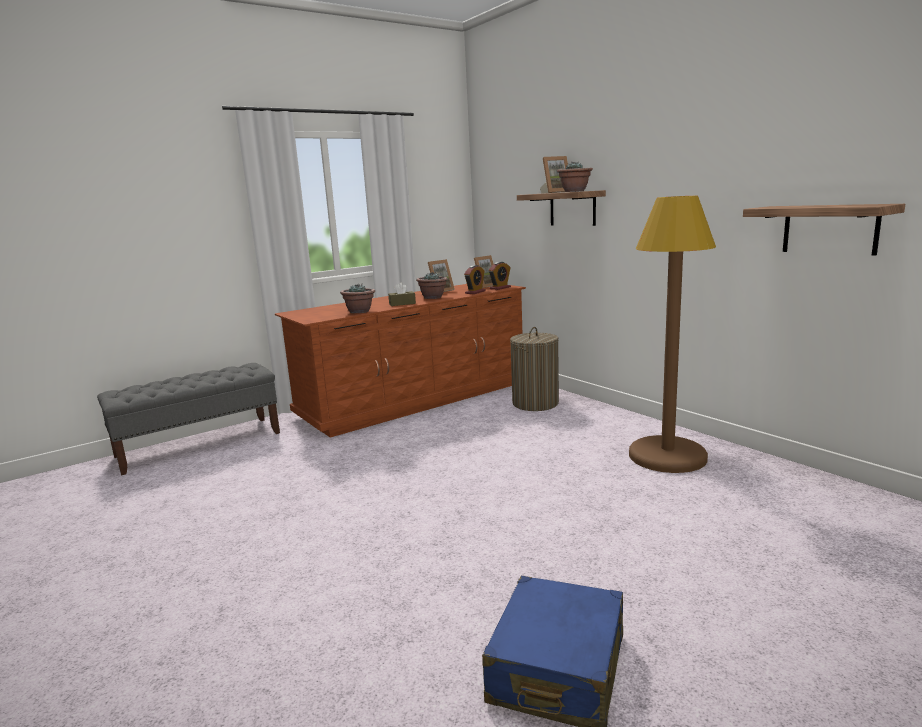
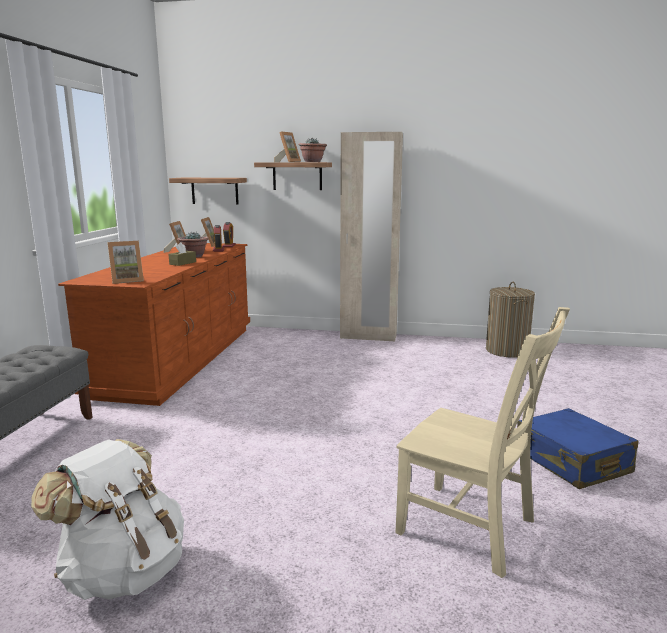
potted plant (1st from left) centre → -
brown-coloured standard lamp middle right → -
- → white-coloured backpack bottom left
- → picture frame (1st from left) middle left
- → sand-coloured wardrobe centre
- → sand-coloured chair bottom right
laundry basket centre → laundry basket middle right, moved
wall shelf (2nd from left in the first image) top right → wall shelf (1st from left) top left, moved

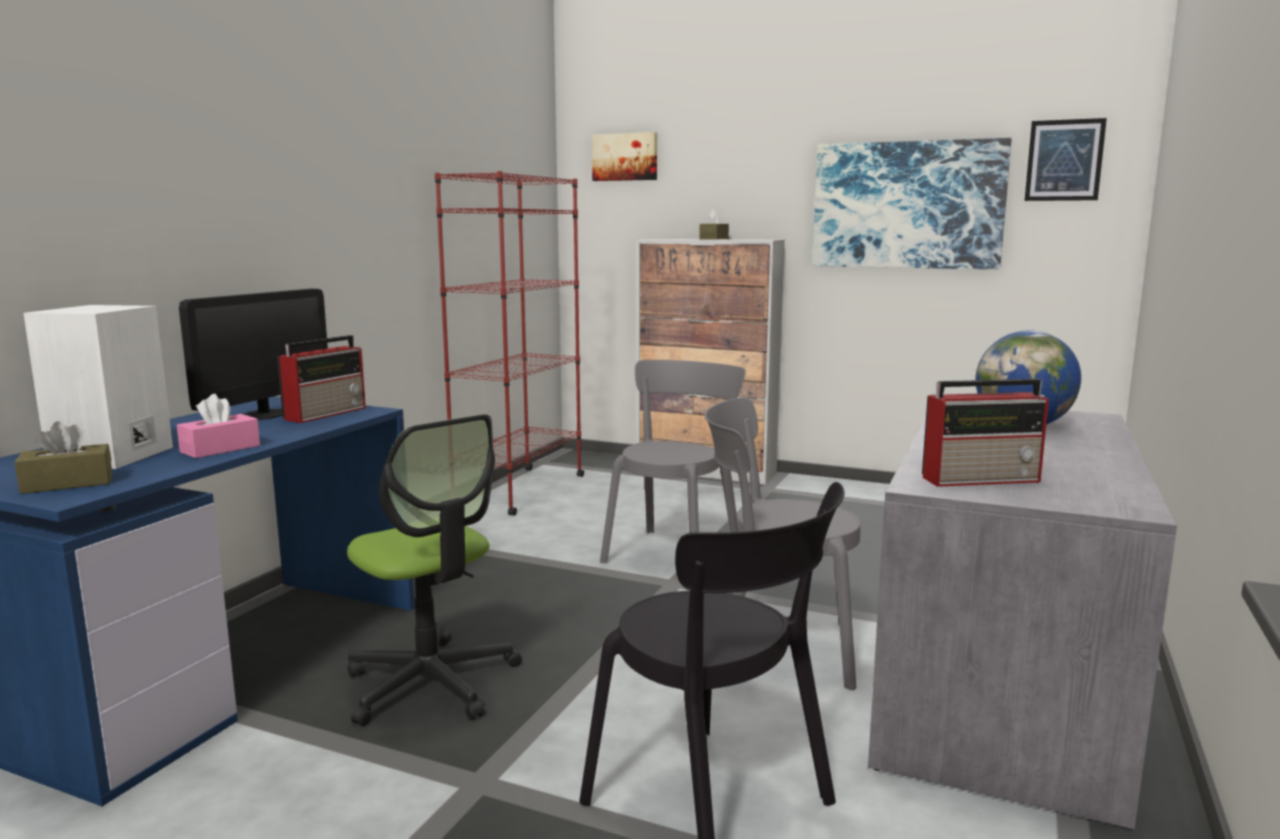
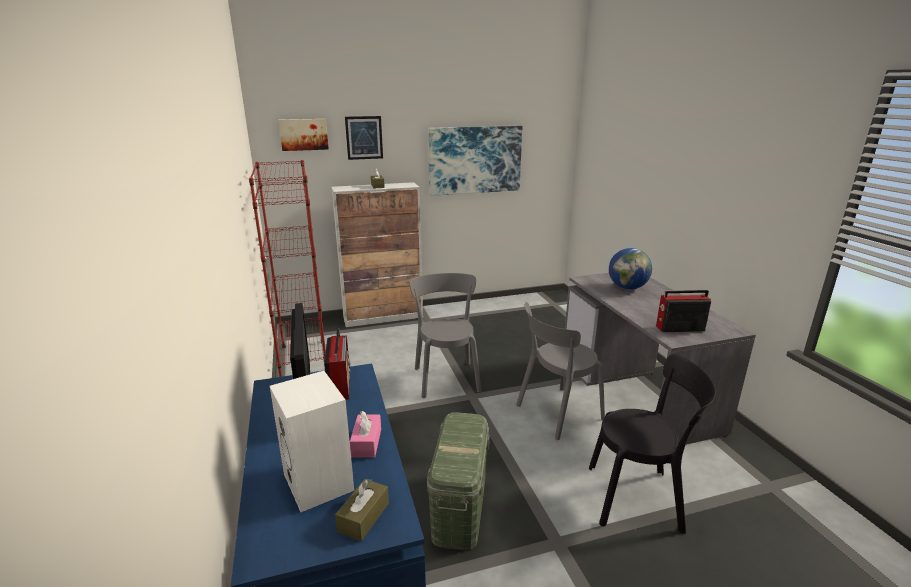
wall art (3rd from left in the first image) top right → wall art (2nd from left) top centre, moved
computer chair bottom centre → green storage bin bottom centre
radio (2nd from left) middle right, 135 degrees counterclockwise

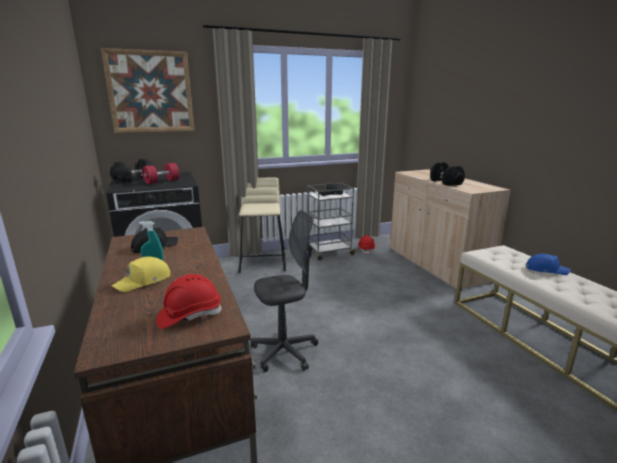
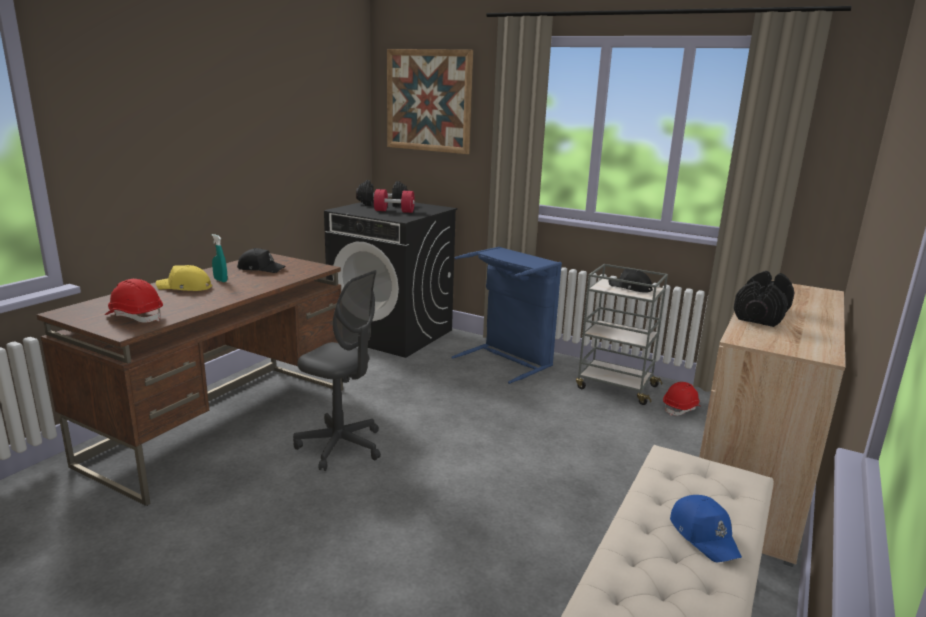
sand-coloured stool centre → blue-coloured laundry basket centre

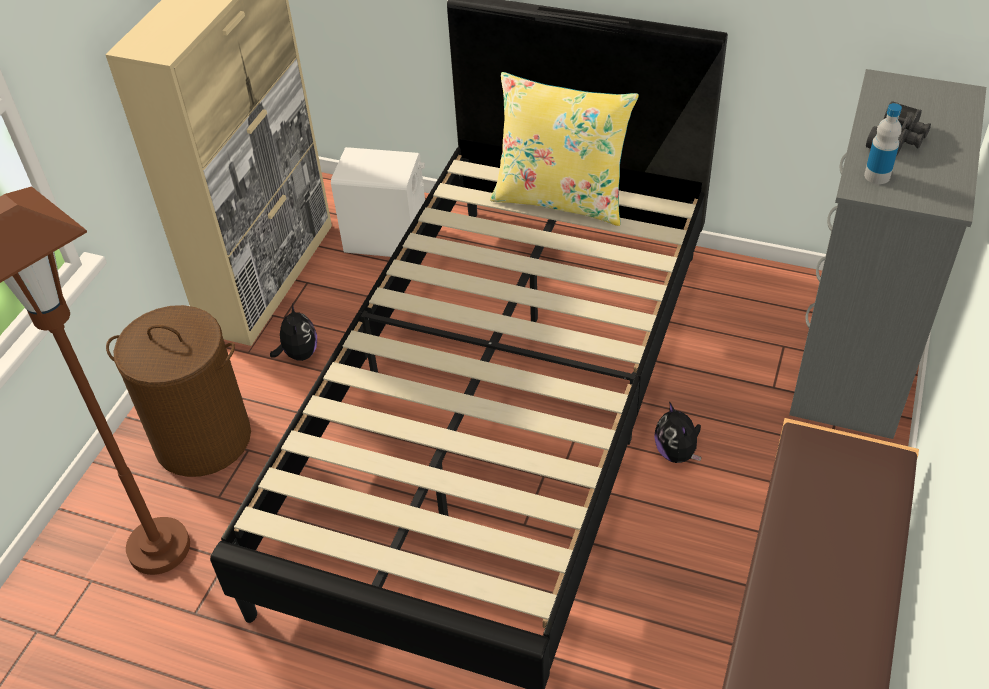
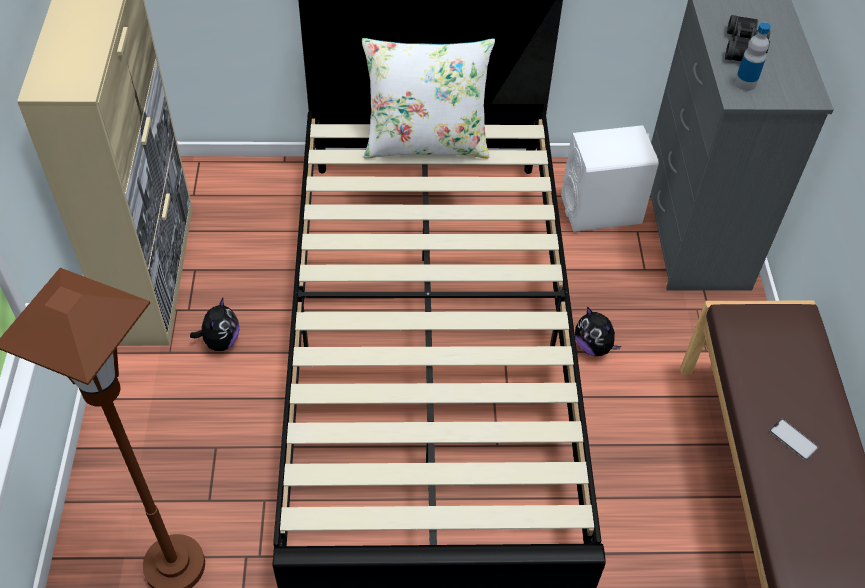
brown-coloured laundry basket middle left → -
- → phone bottom right
white-coloured audio speaker top centre → white-coloured audio speaker top right, moved
yellowish pillow top centre → white-coloured pillow top centre
cuddly toy (1st from left) middle left, 45 degrees clockwise

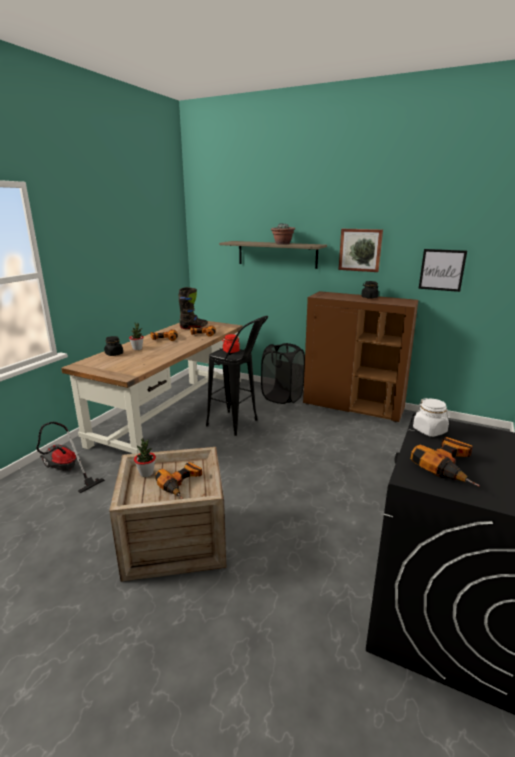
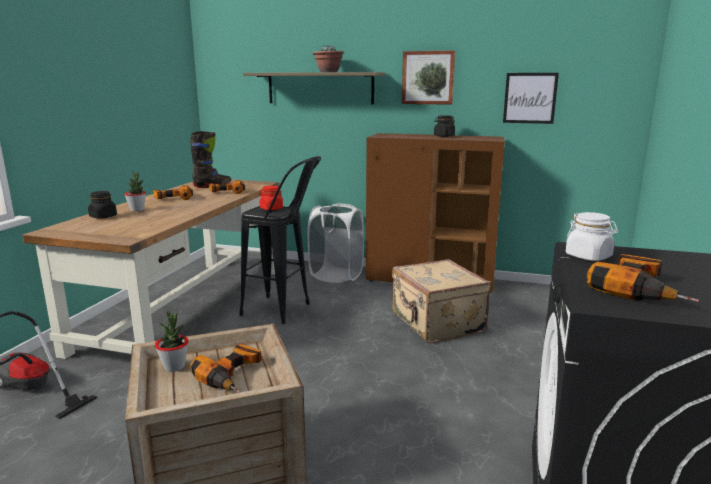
- → sand-coloured piece of luggage centre
black laundry basket centre → white-coloured laundry basket centre

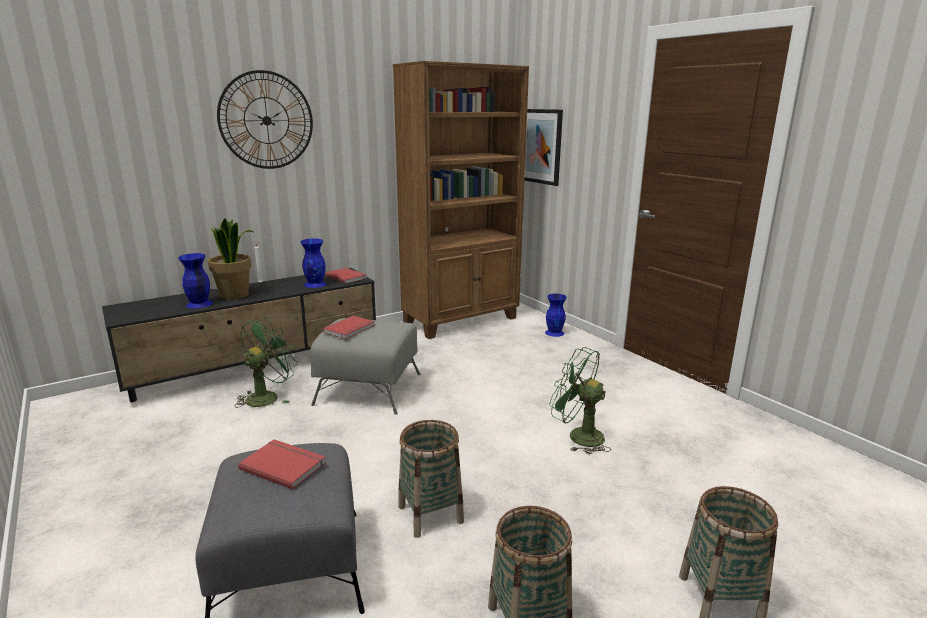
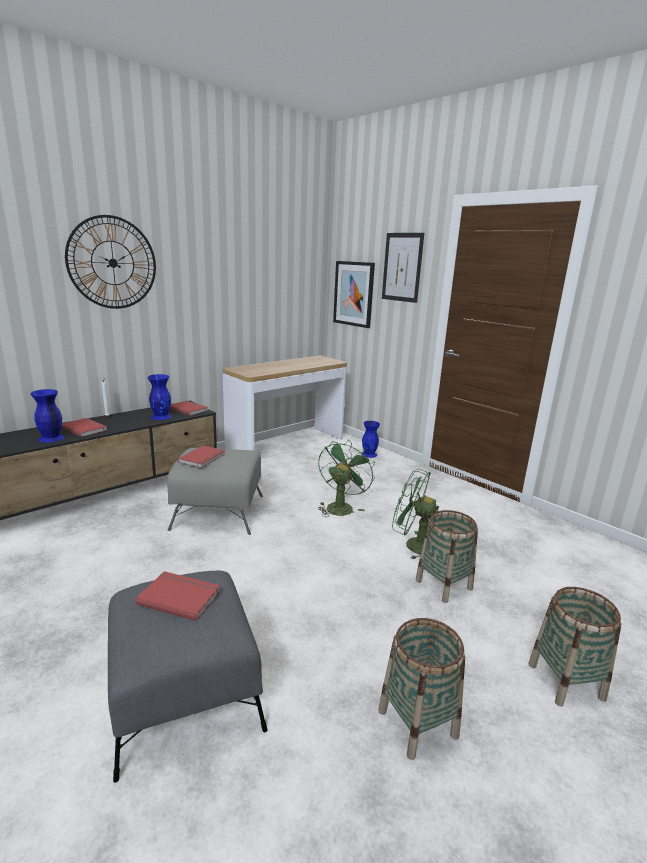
- → wall art (2nd from left) top centre
green cooling fan (1st from left) middle left → green cooling fan (1st from left) centre, moved
household basket (1st from left in the first image) bottom centre → household basket (2nd from left) middle right, moved
potted plant middle left → red-coloured book (1st from left) middle left
brown-coloured bookcase top centre → hall table centre

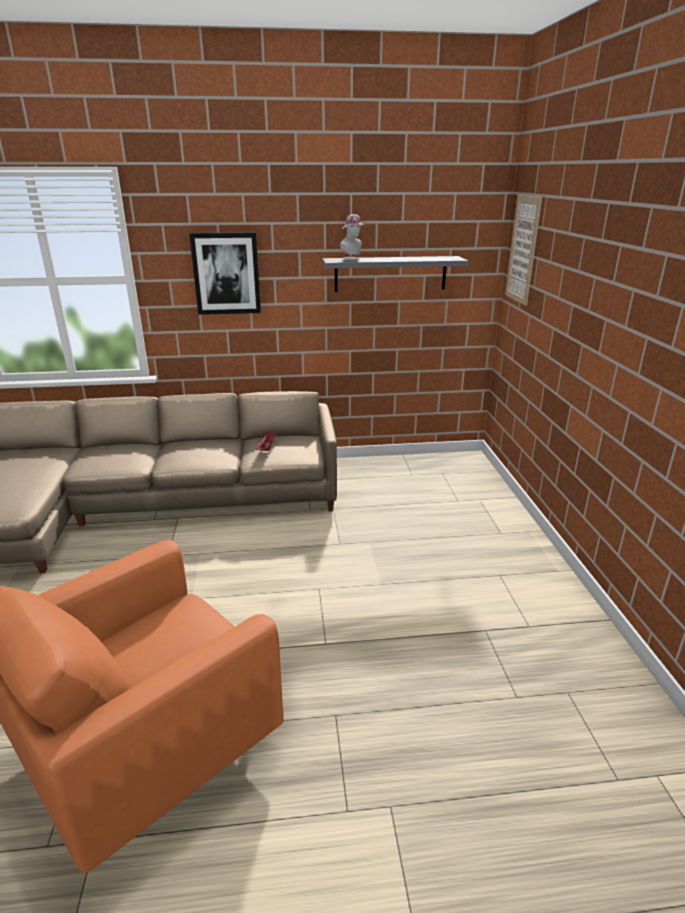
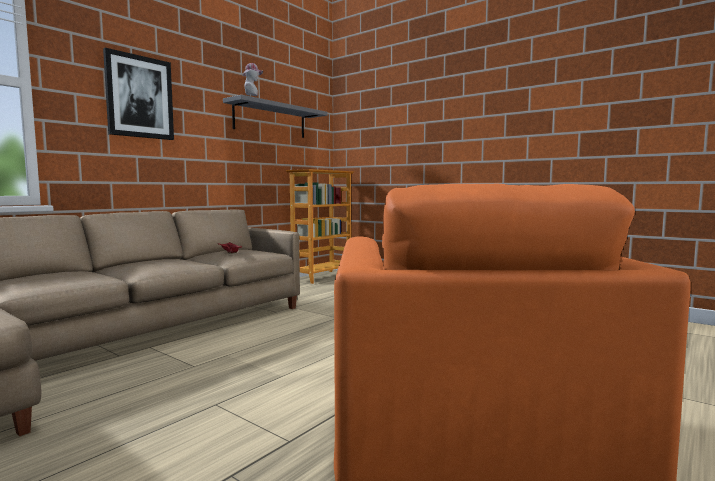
wall art (2nd from left) top right → -
- → bookcase centre

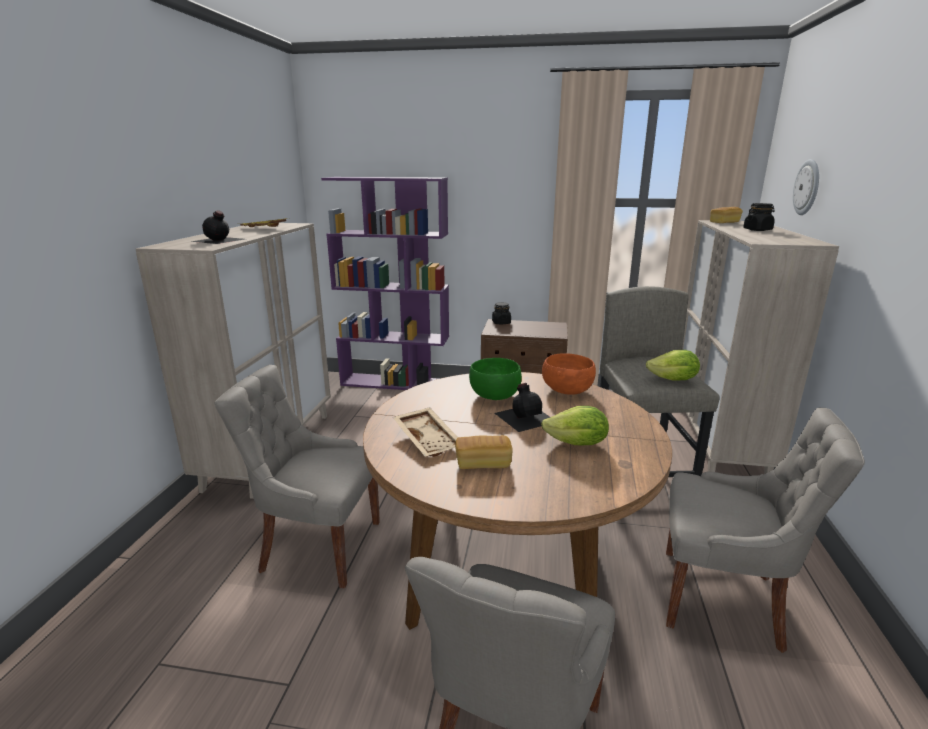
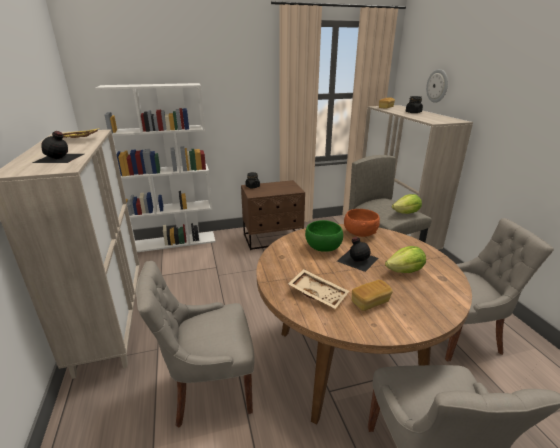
purple bookcase centre → white-coloured bookcase middle left

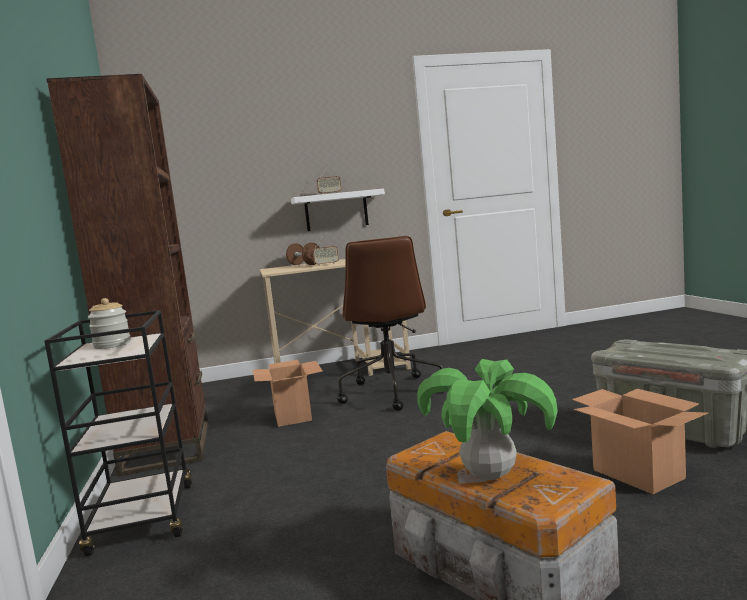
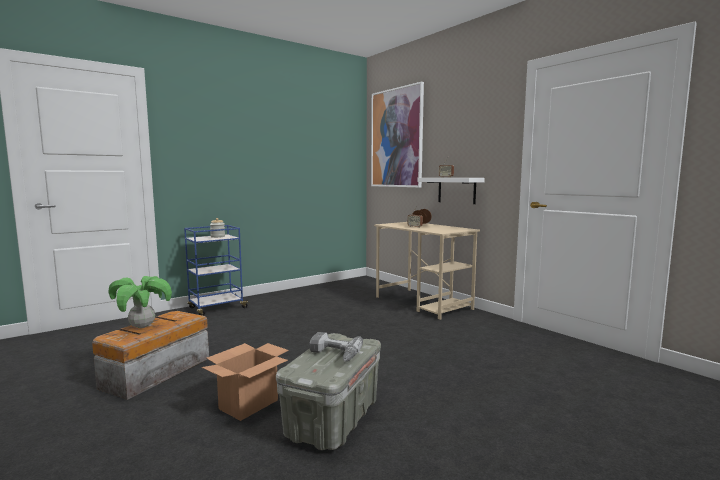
brown-coloured bookcase middle left → -
packing box (1st from left) centre → -
brown-coloured computer chair centre → -
- → electric drill bottom centre
- → wall art top centre
black trolley bottom left → blue-coloured trolley middle left

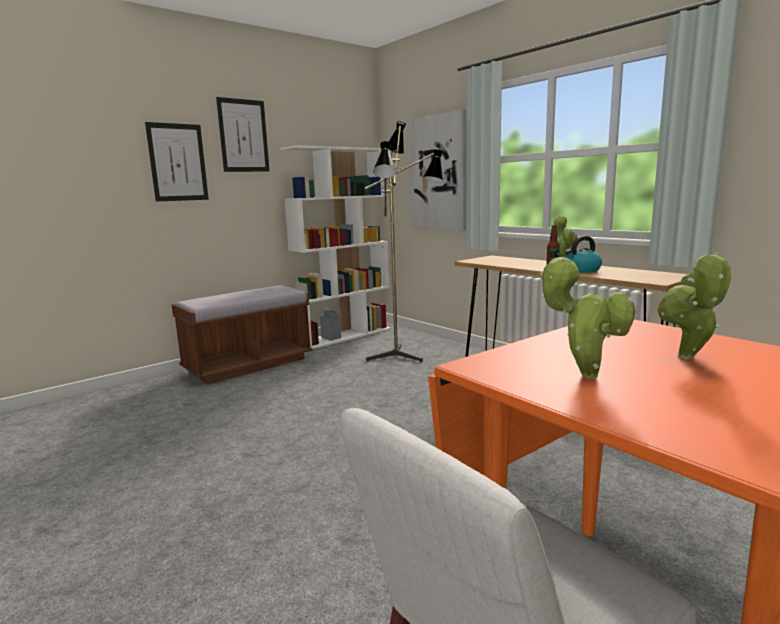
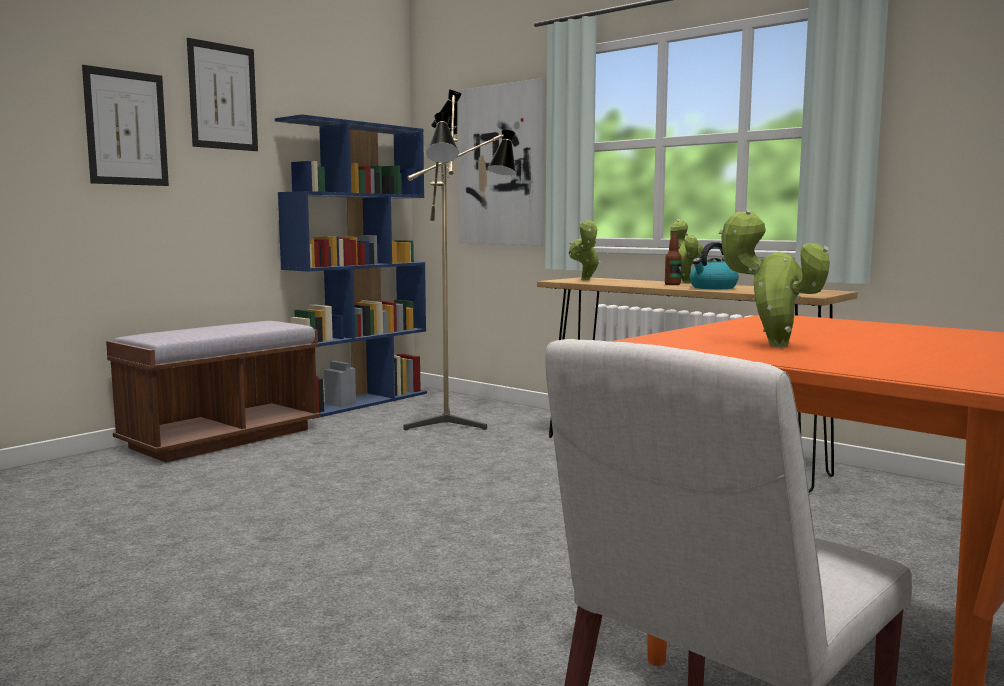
potted plant (3rd from left in the first image) middle right → potted plant (1st from left) centre, moved
white-coloured bookcase centre → blue-coloured bookcase centre

